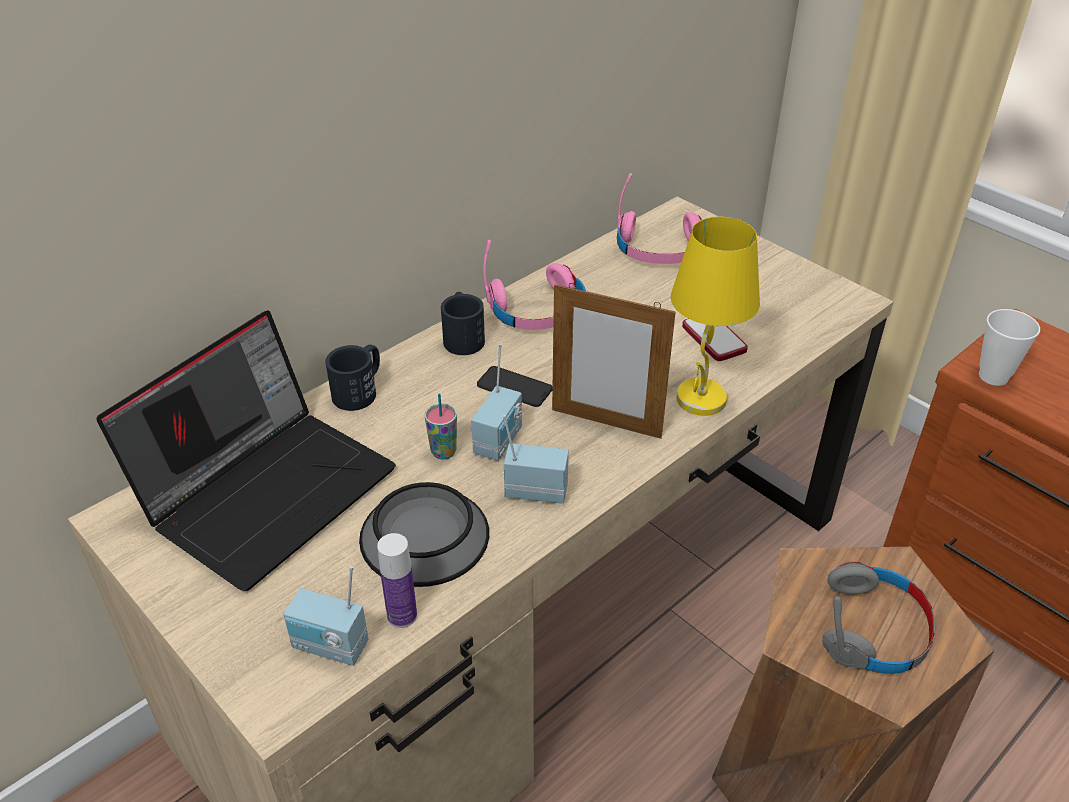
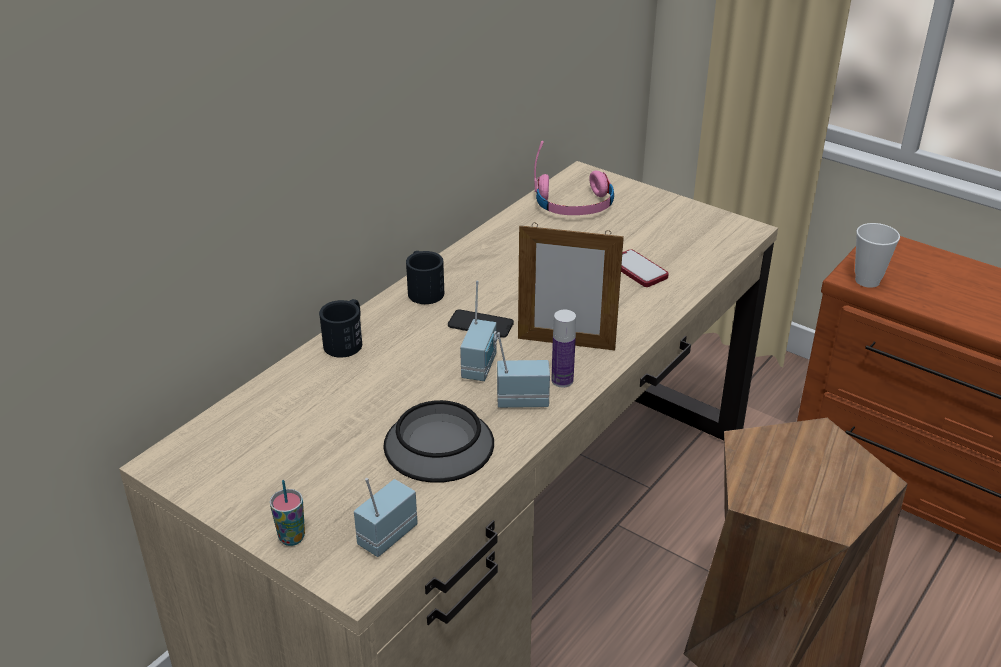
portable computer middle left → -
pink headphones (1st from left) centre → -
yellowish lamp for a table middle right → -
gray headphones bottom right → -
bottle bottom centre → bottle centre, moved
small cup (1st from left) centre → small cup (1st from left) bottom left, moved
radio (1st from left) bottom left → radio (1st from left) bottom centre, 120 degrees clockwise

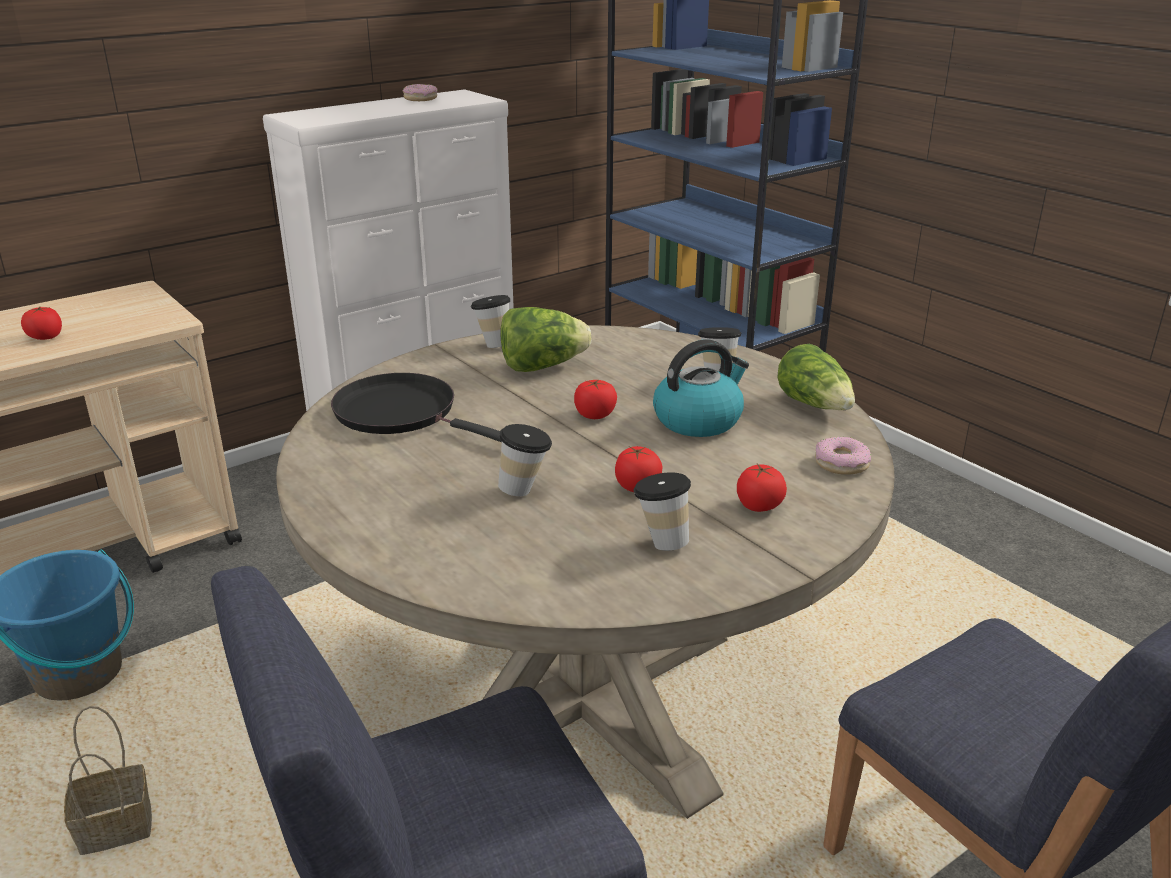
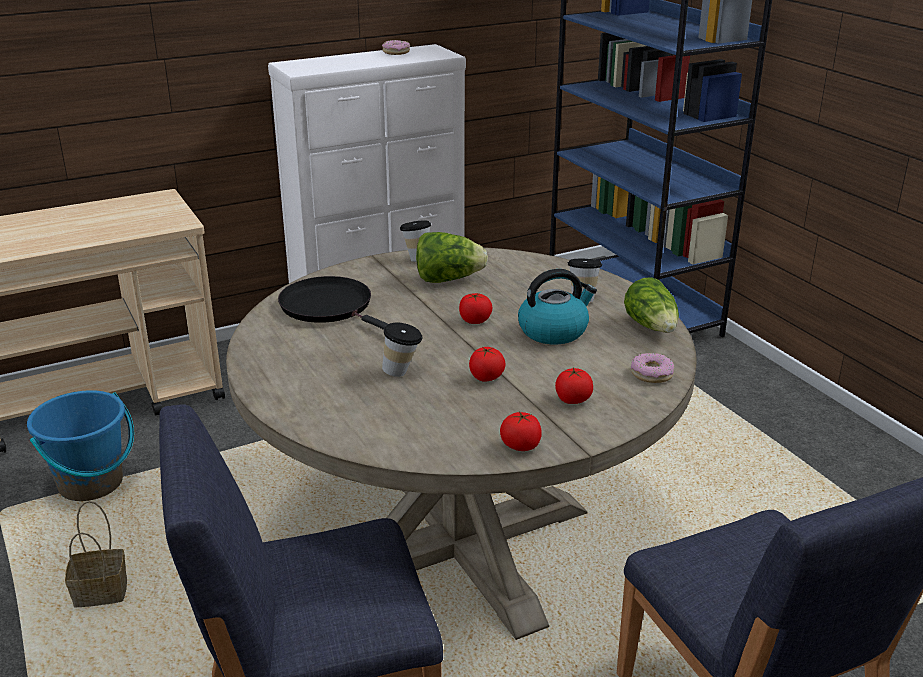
small cup (3rd from left) centre → -
fresh tomato (1st from left in the first image) middle left → fresh tomato (3rd from left) centre, moved

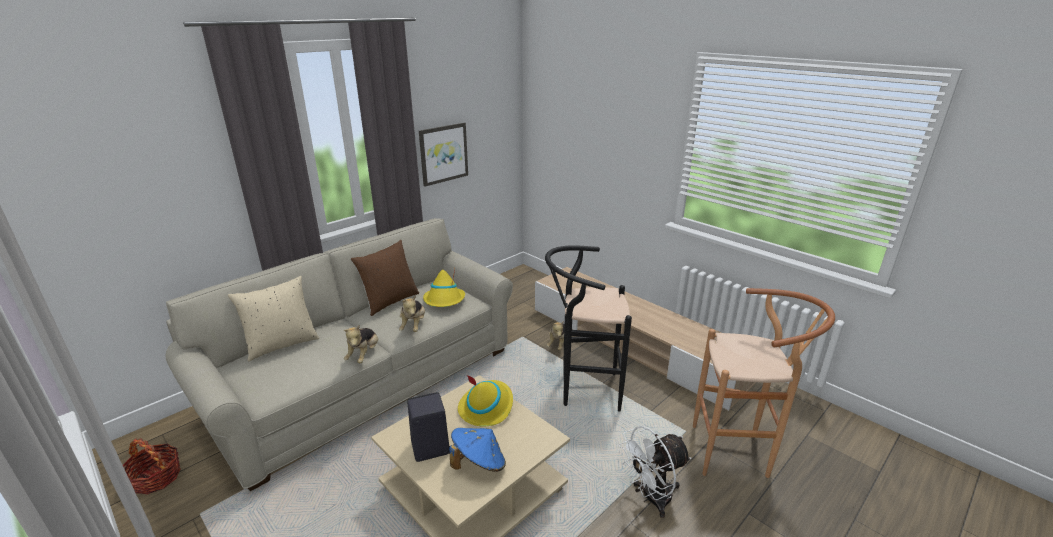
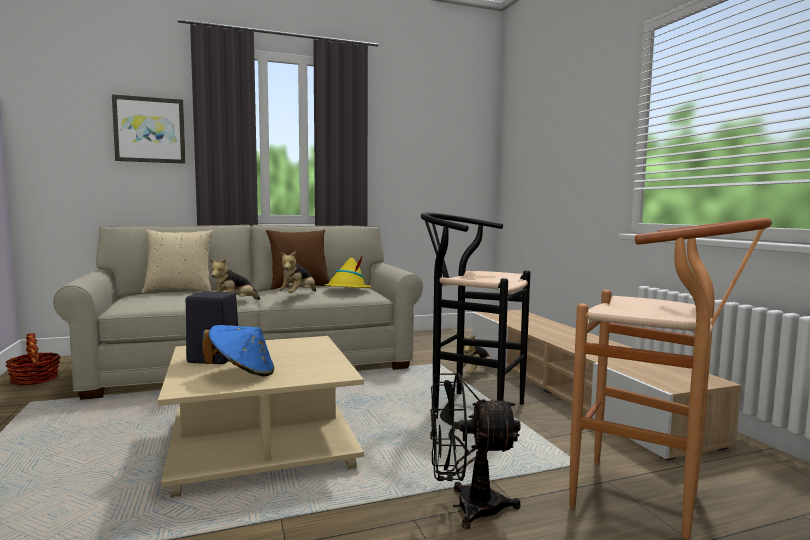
yellowish hat (2nd from left) bottom centre → -
wall art top centre → wall art top left, moved
white-coloured cooling fan bottom centre → black cooling fan bottom centre

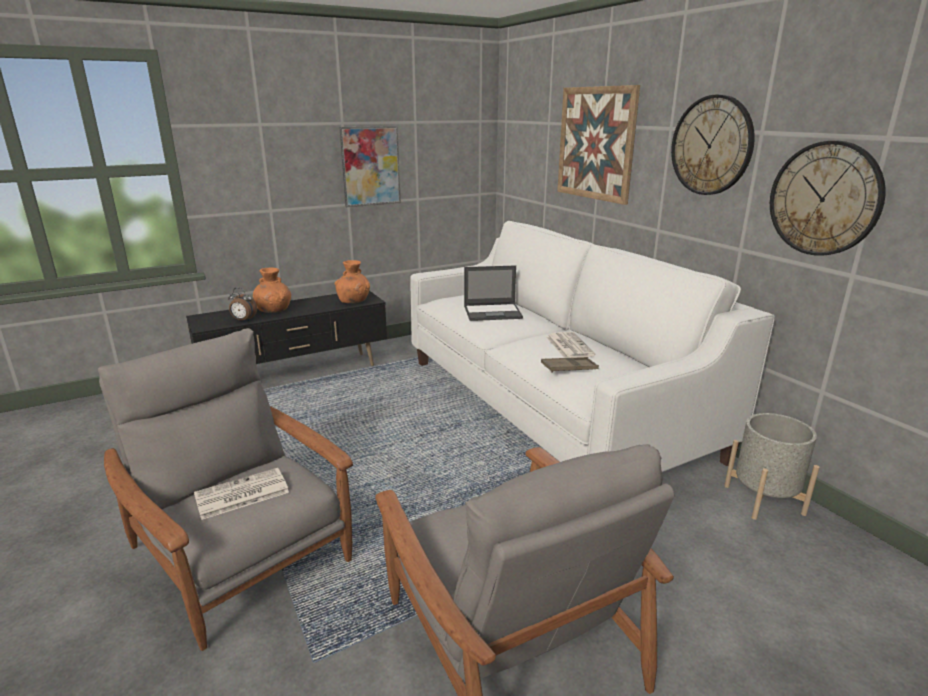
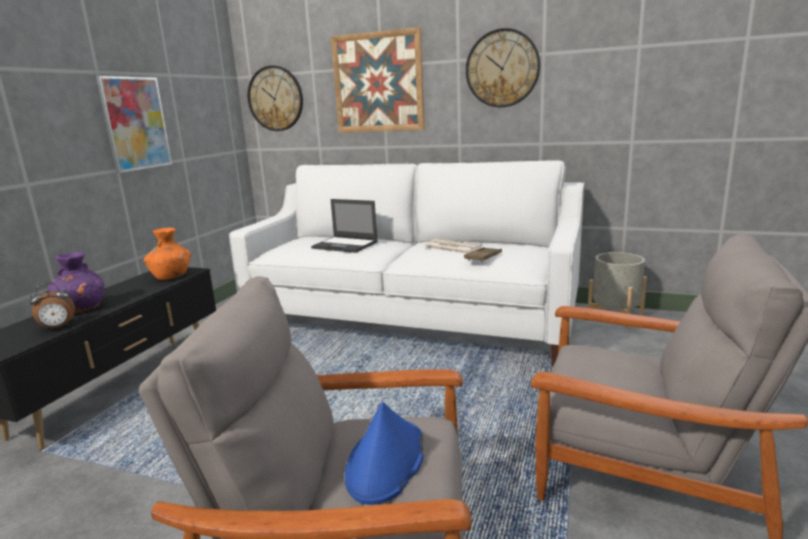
wall clock (2nd from left in the first image) top right → wall clock (1st from left) top centre, moved
daily paper (1st from left) bottom left → blue-coloured hat bottom centre
orangey vase (1st from left) middle left → purple vase middle left
portable computer centre, 75 degrees clockwise

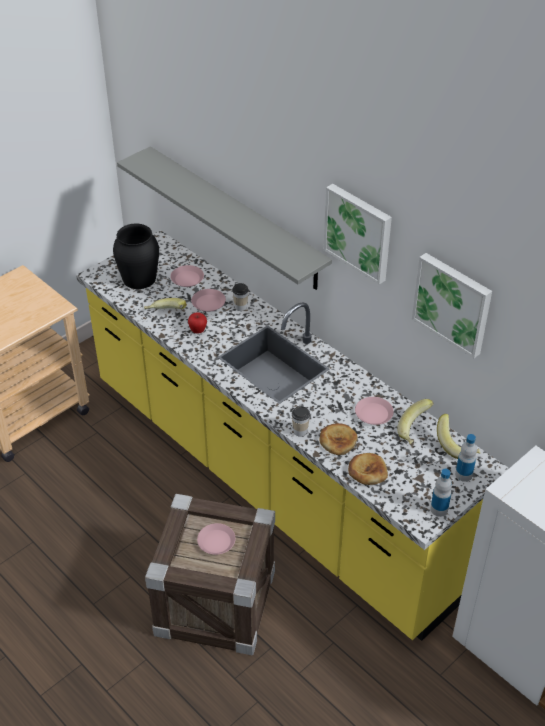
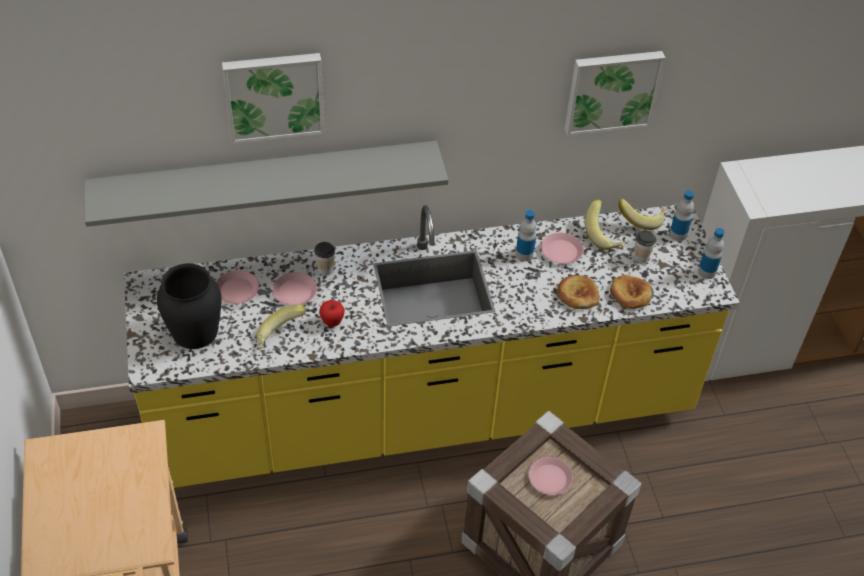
- → bottle (1st from left) centre
small cup (2nd from left) centre → small cup (2nd from left) middle right, moved
wall art (1st from left) top centre → wall art (1st from left) top left, moved

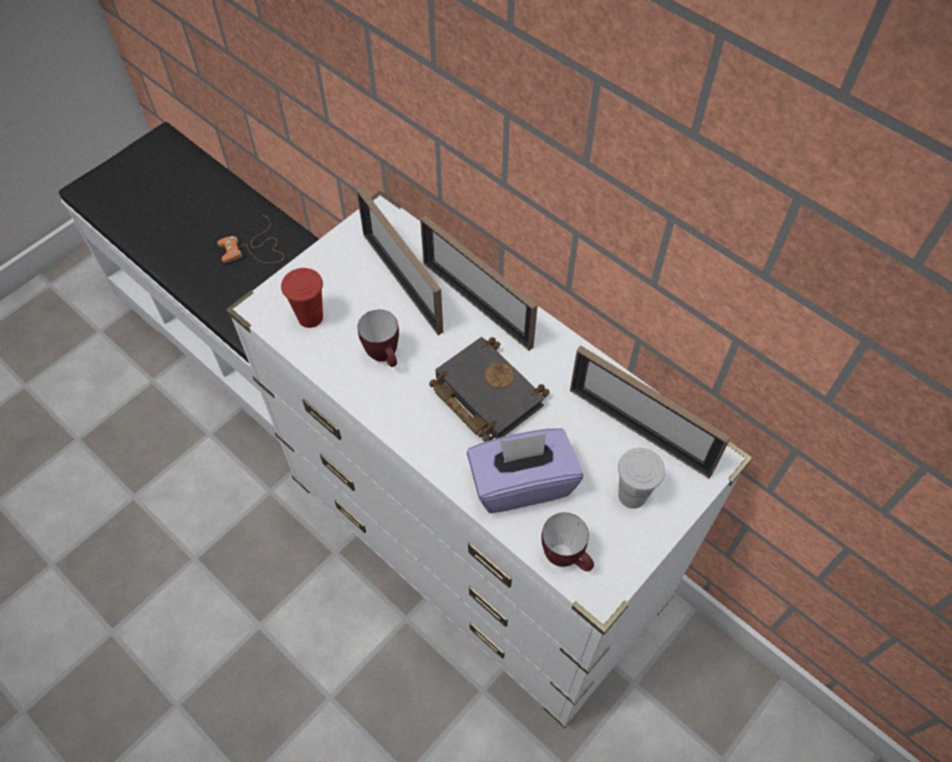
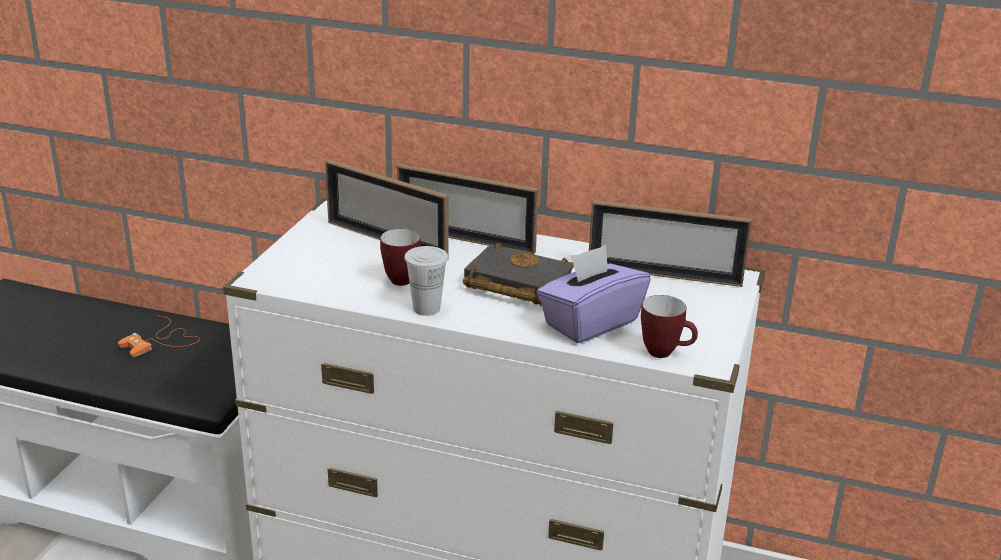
red-coloured small cup middle left → -
white-coloured small cup middle right → white-coloured small cup centre, moved

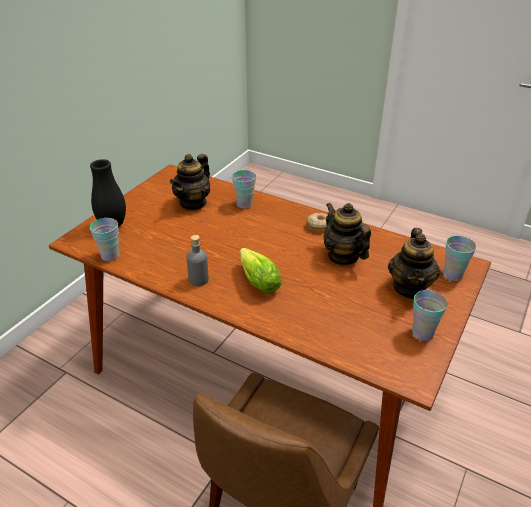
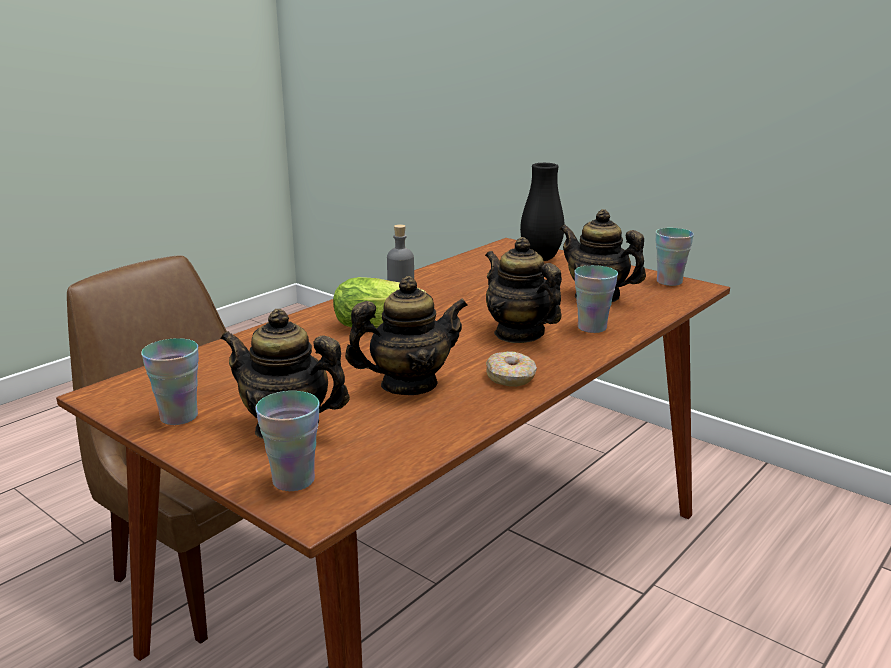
- → teapot (3rd from left) centre
small cup (1st from left in the first image) middle left → small cup (4th from left) middle right, moved

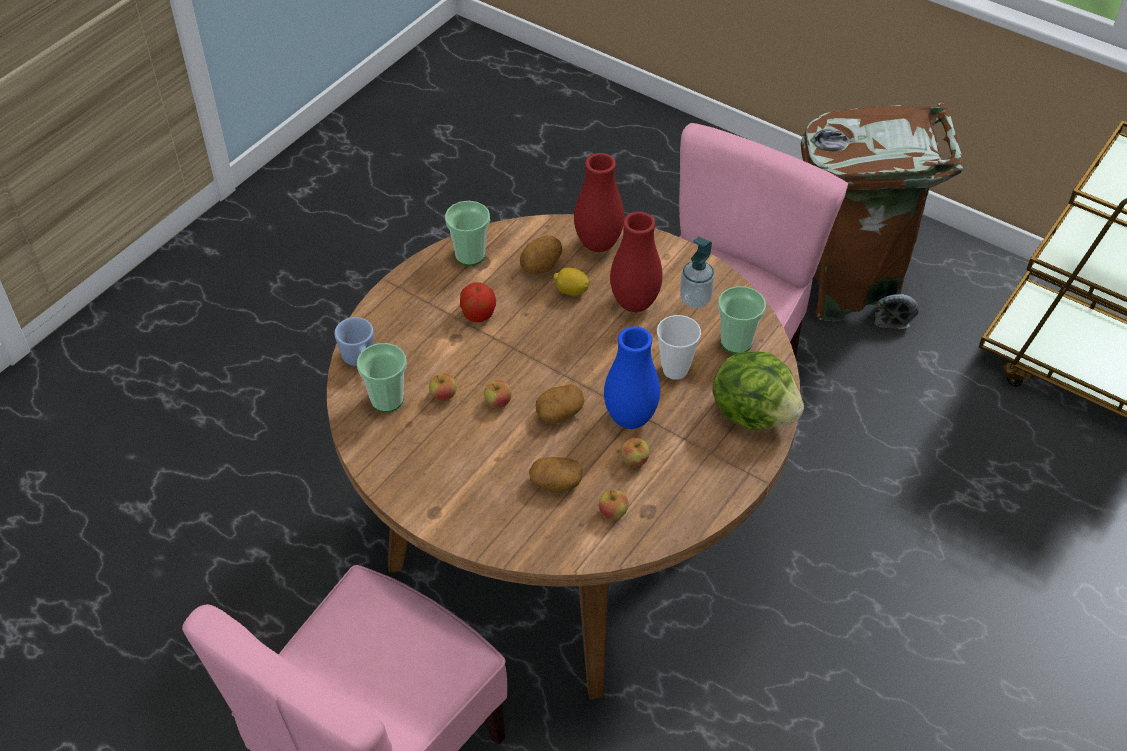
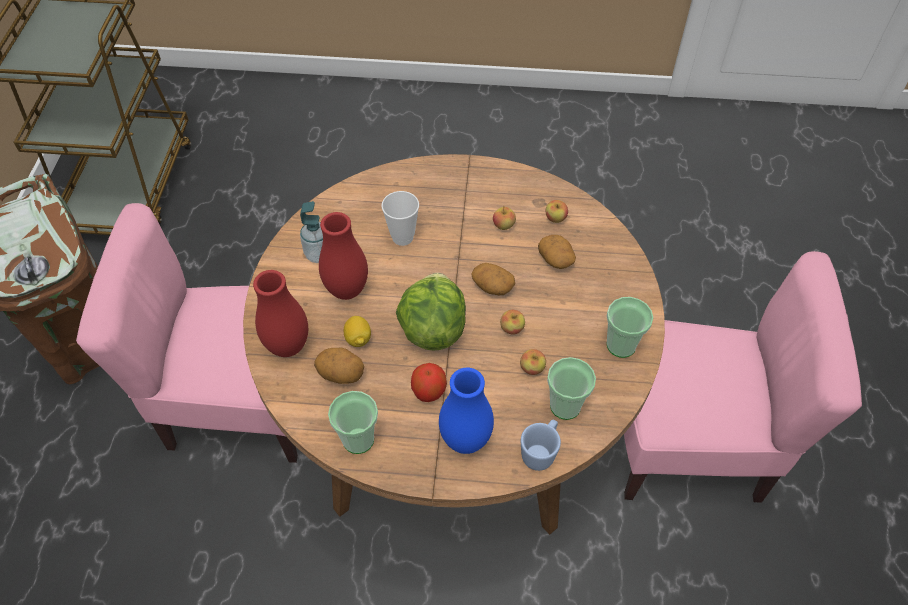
blue-coloured vase centre → blue-coloured vase bottom centre, moved
lettuce middle right → lettuce centre, moved
small cup (4th from left) centre → small cup (4th from left) middle right, moved

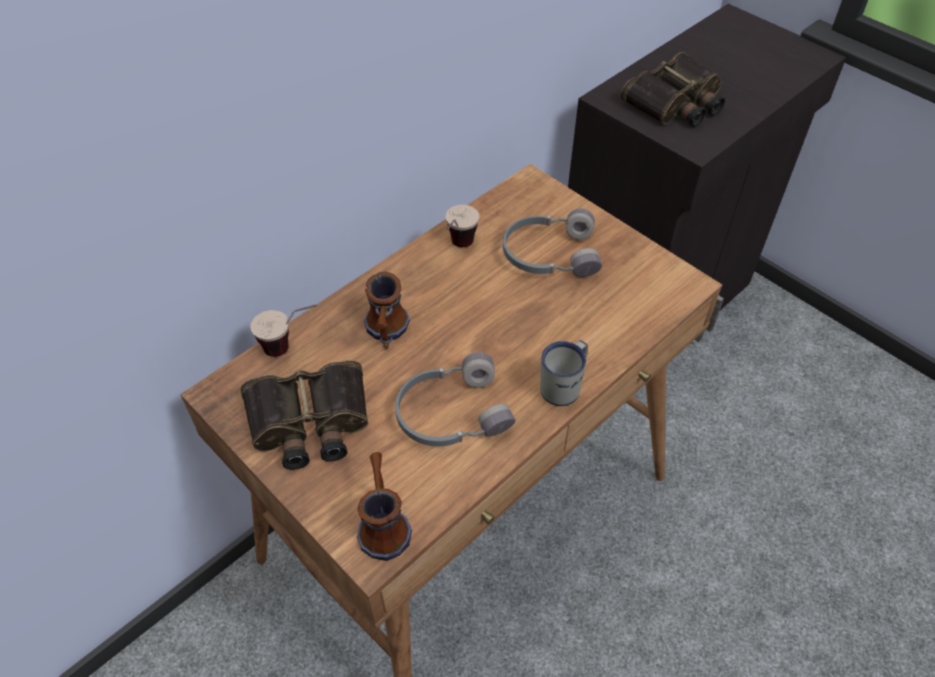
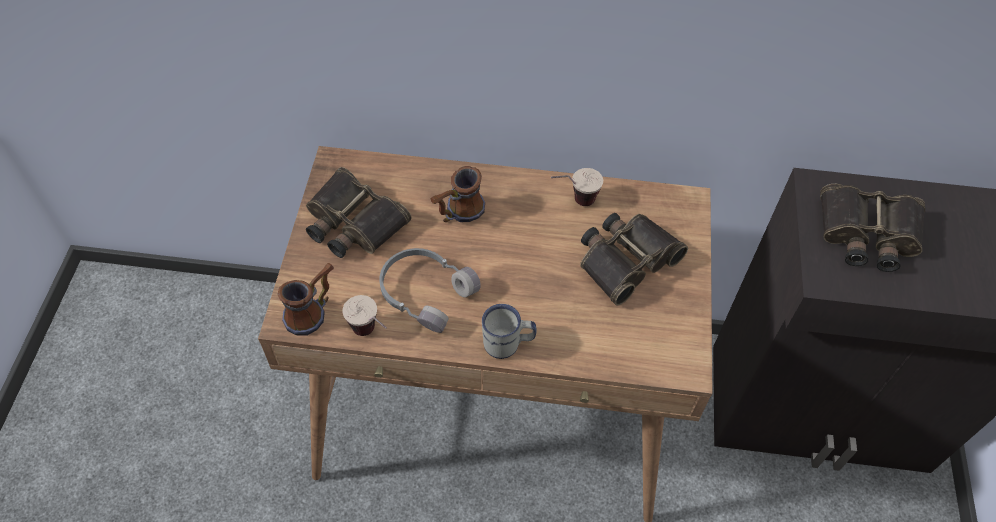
small cup (1st from left) middle left → small cup (1st from left) centre, moved
gray headphones (2nd from left) centre → pair of binoculars (2nd from left) centre

